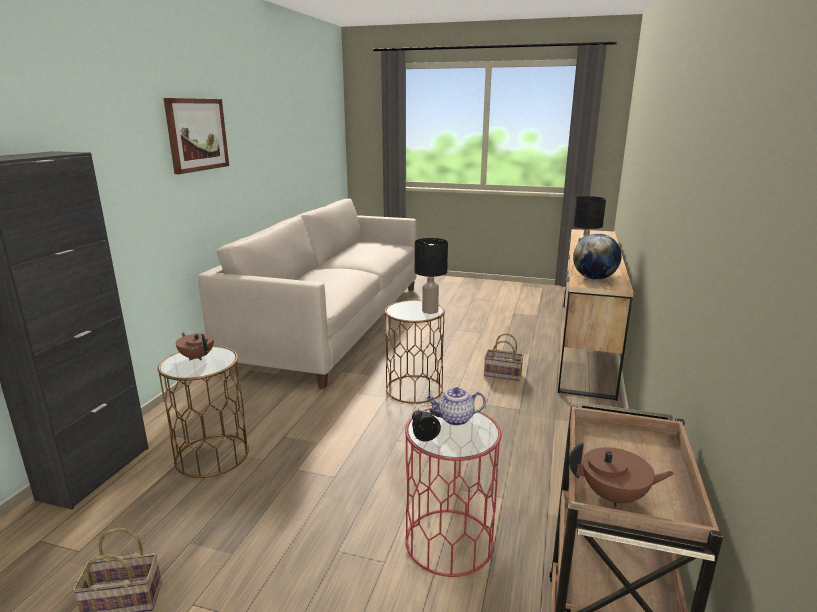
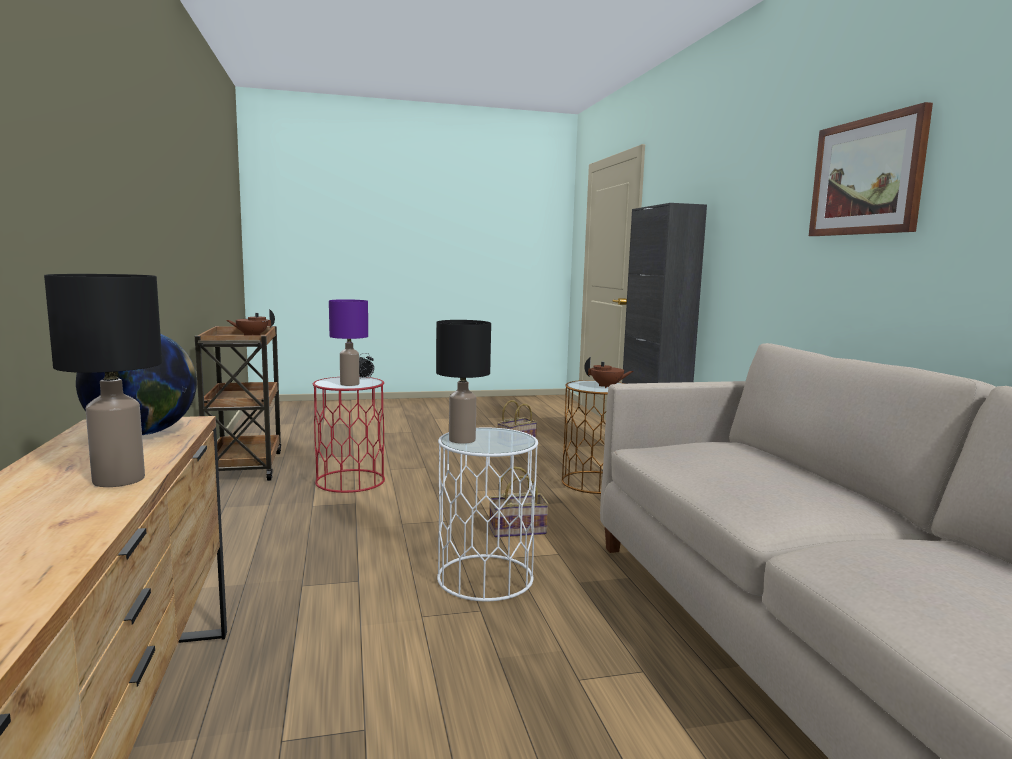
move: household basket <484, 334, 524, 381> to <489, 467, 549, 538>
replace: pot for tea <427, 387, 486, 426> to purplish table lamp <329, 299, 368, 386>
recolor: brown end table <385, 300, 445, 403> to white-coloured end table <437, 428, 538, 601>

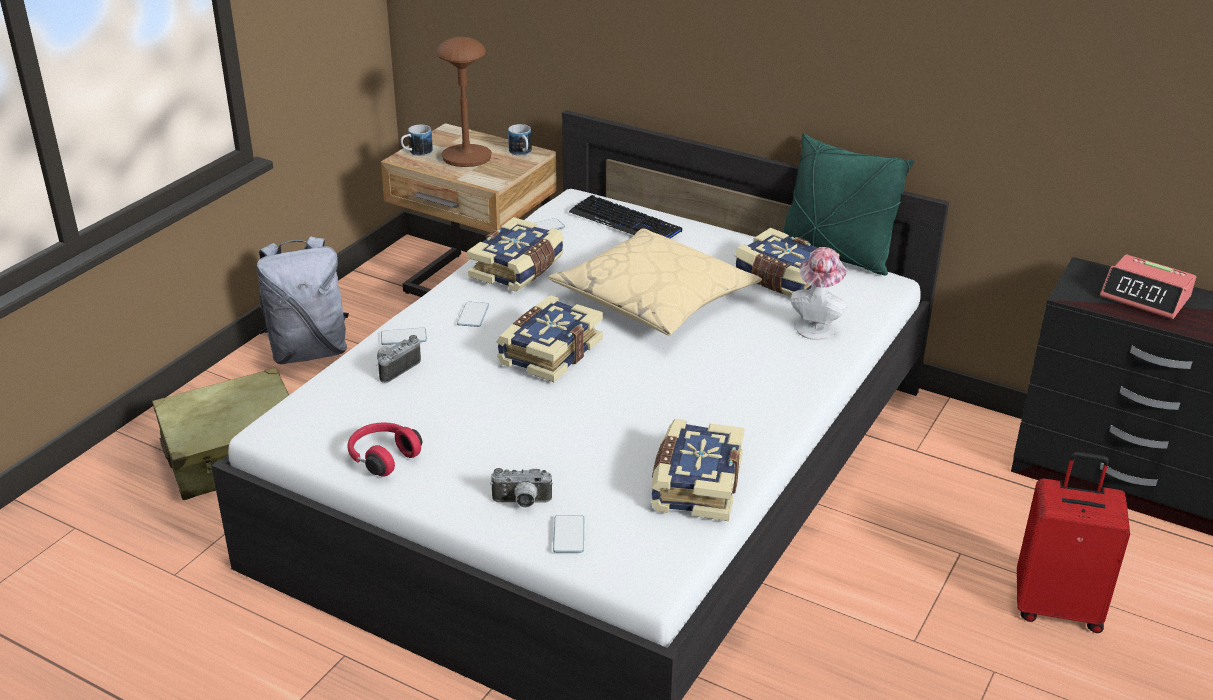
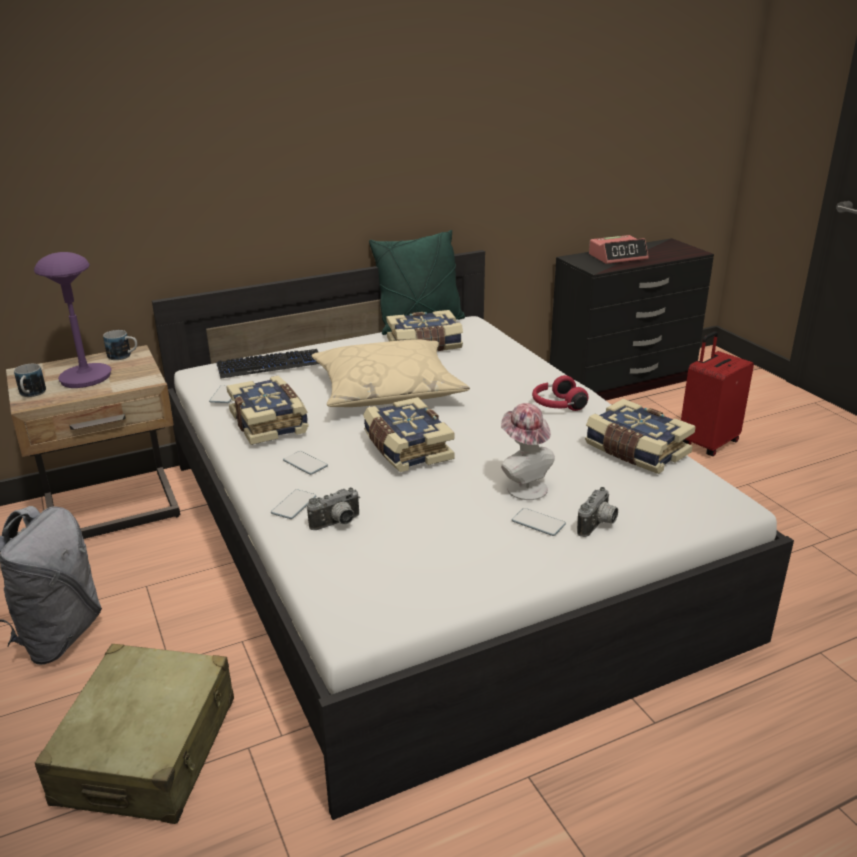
move: hat <791, 247, 847, 340> to <501, 403, 555, 500>; phone <553, 515, 584, 553> to <512, 508, 566, 536>; red-coloured pair of headphones <347, 422, 422, 477> to <532, 375, 589, 411>
recolor: brown table lamp <436, 37, 492, 167> to purplish table lamp <34, 252, 112, 388>
rotate: photo camera <377, 335, 421, 383> = <307, 487, 360, 530> 105 degrees counterclockwise

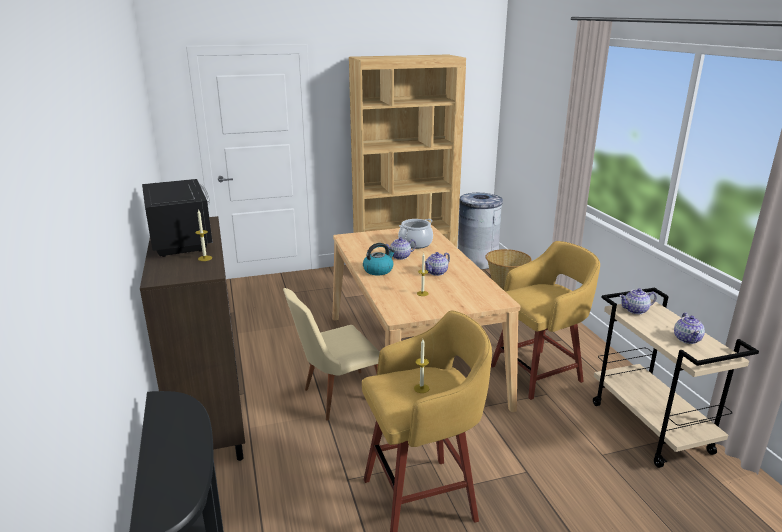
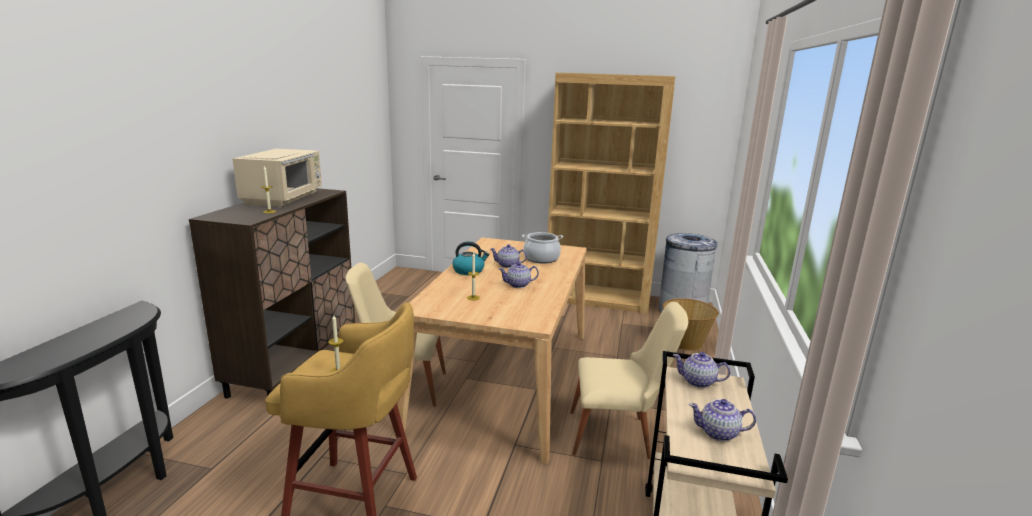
replace: yellow-coloured sitting stool <491, 241, 600, 400> to beige upright chair <570, 302, 688, 459>
recolor: black-coloured kitchen microwave <142, 179, 213, 257> to beige kitchen microwave <232, 149, 322, 208>
rotate: pot for tea <674, 313, 705, 344> = <689, 399, 756, 441> 60 degrees clockwise

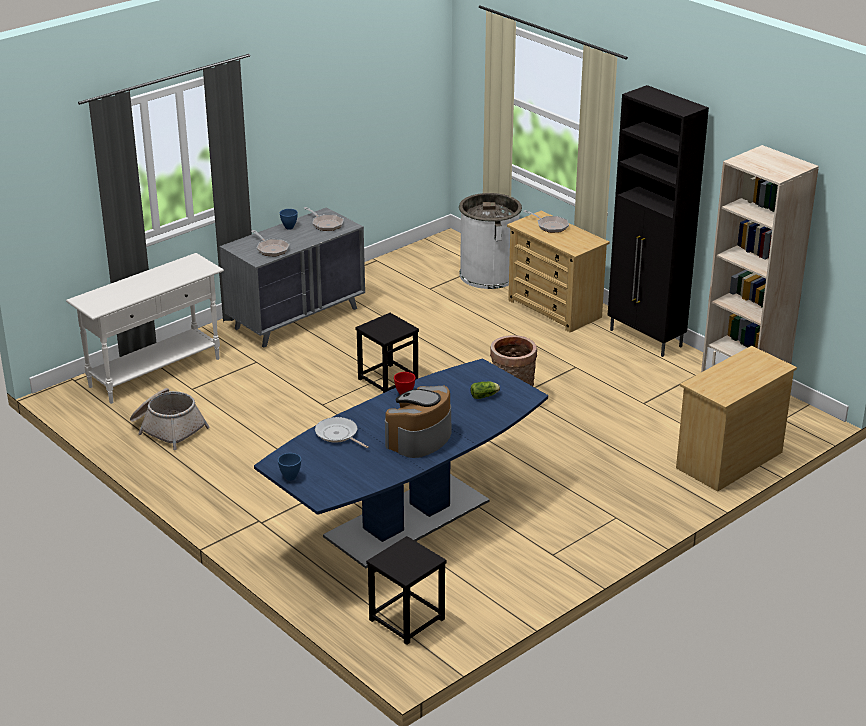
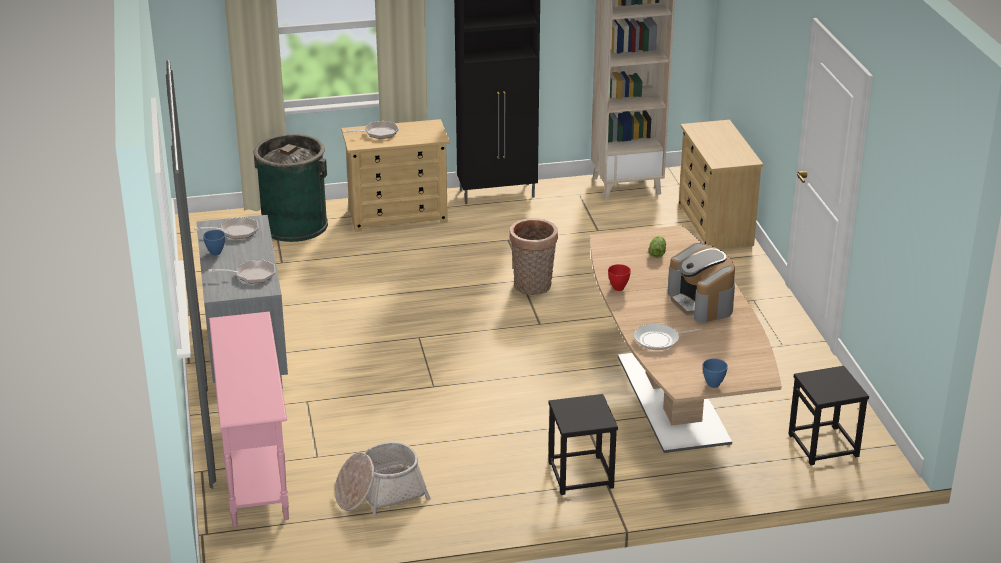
move: black-coloured sitting stool <356, 313, 419, 393> to <548, 394, 618, 495>
recolor: white-coloured console table <66, 253, 224, 404> to pinkish console table <209, 312, 289, 527>; white-coloured waste bin <459, 193, 522, 289> to greenish waste bin <254, 134, 328, 242>; blue kitchen table <254, 358, 548, 568> to brown kitchen table <590, 225, 781, 453>

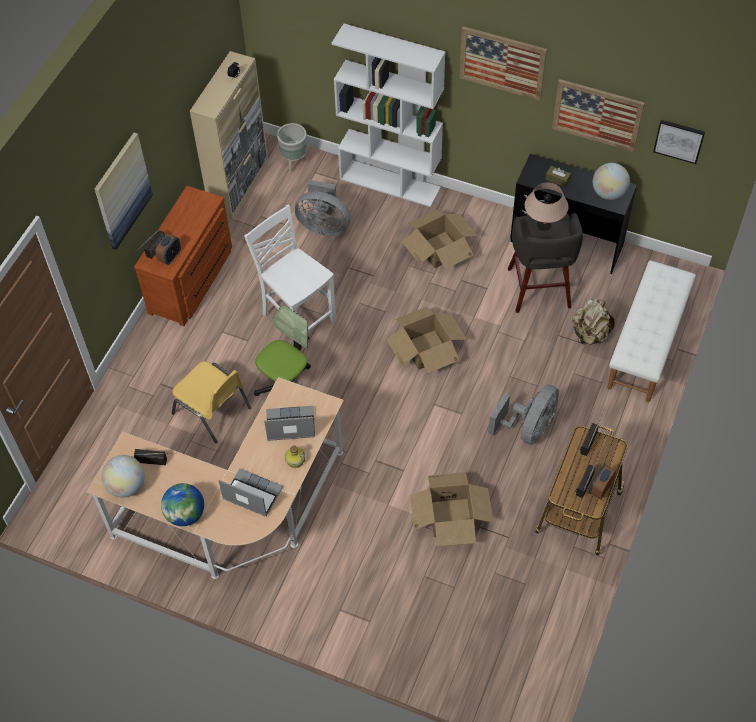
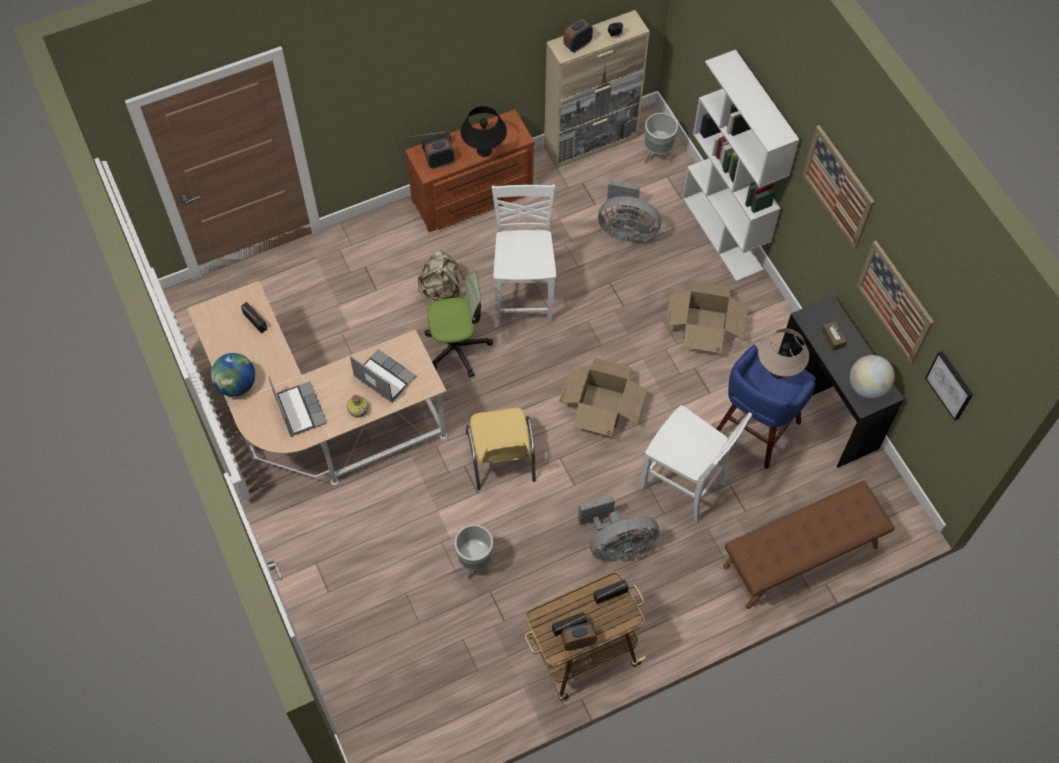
delete: wall picture <95, 133, 153, 250>; globe <102, 455, 145, 498>
insert: black-coloured table lamp <461, 106, 507, 157>; alarm clock <563, 19, 593, 52>; white-coloured upright chair <639, 405, 752, 522>
move: beige knapsack <572, 299, 615, 345> to <418, 251, 460, 301>; yellow-coloured upright chair <172, 361, 251, 443> to <466, 408, 536, 490>
replace: carton <410, 472, 494, 547> to gray plant pot <454, 525, 494, 580>
recolor: gray sitting stool <508, 213, 583, 313> to blue sitting stool <717, 344, 816, 469>; white-coloured long seat <607, 261, 696, 402> to brown long seat <723, 481, 895, 609>
rotate: gray fan <295, 180, 351, 236> = <598, 179, 661, 242> 45 degrees counterclockwise

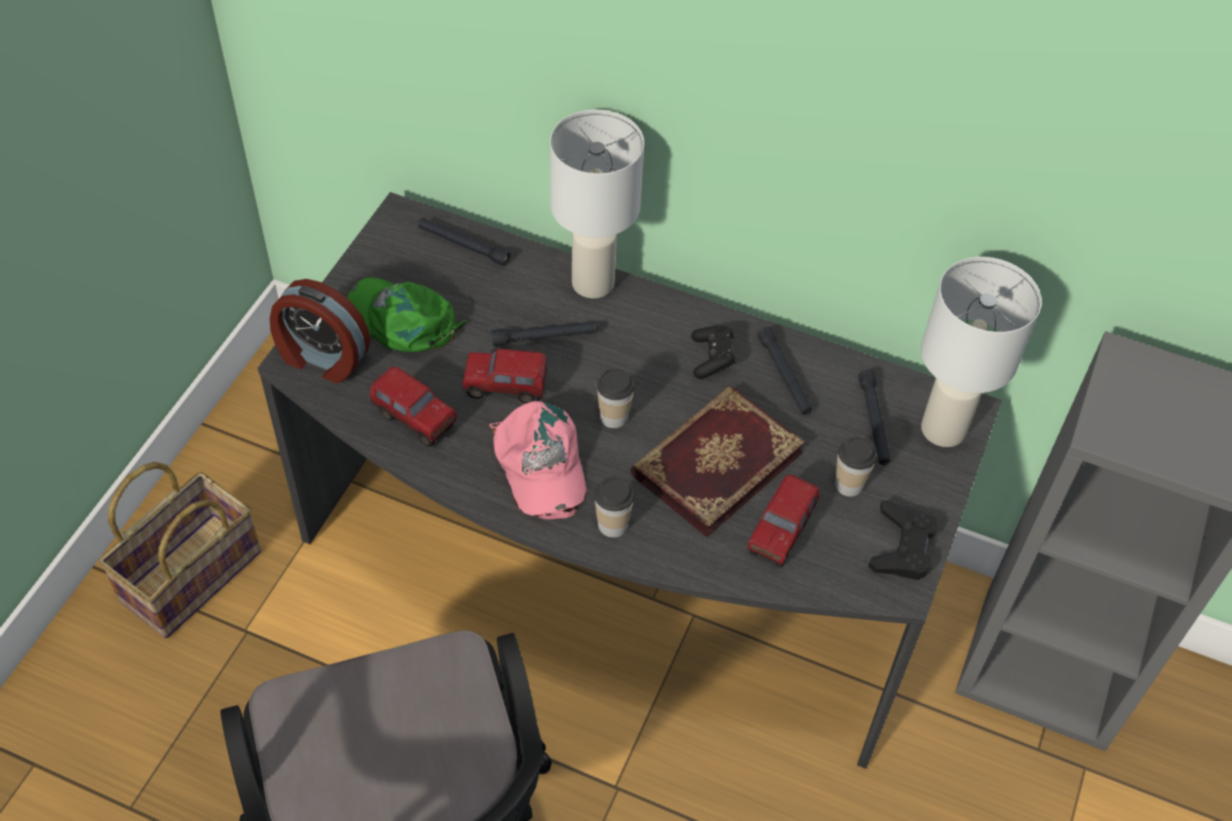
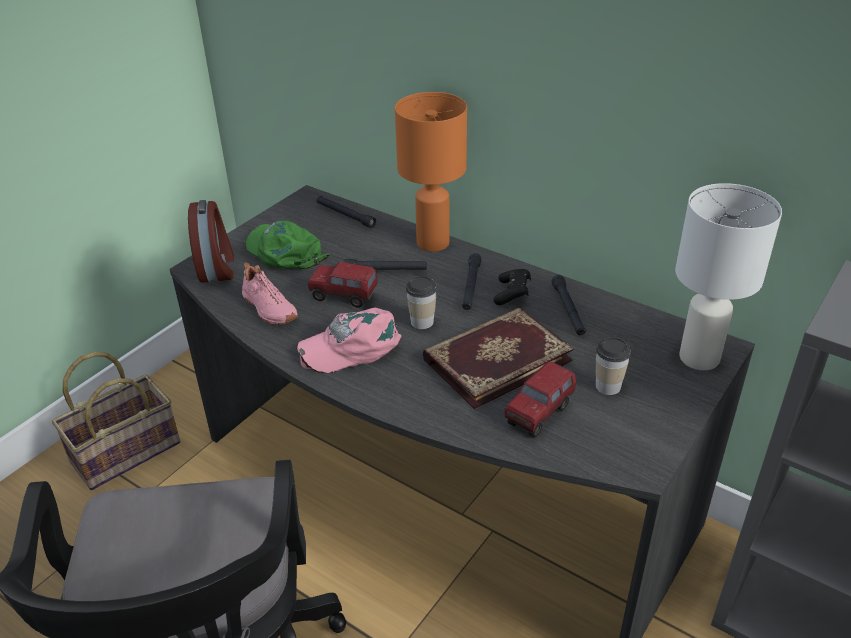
delete: small cup <594, 476, 634, 538>; black-coloured gamepad <868, 500, 939, 580>
move: black-coloured torch <858, 370, 891, 465> to <462, 253, 481, 310>
replace: model truck <370, 366, 456, 447> to pinkish low shoe <242, 262, 298, 325>
recolor: white-coloured table lamp <550, 109, 644, 299> to orangey table lamp <395, 92, 467, 252>
rotate: alarm clock <270, 279, 370, 383> = <188, 200, 234, 283> 135 degrees counterclockwise; pinkish cap <489, 401, 587, 519> = <296, 308, 402, 373> 75 degrees clockwise

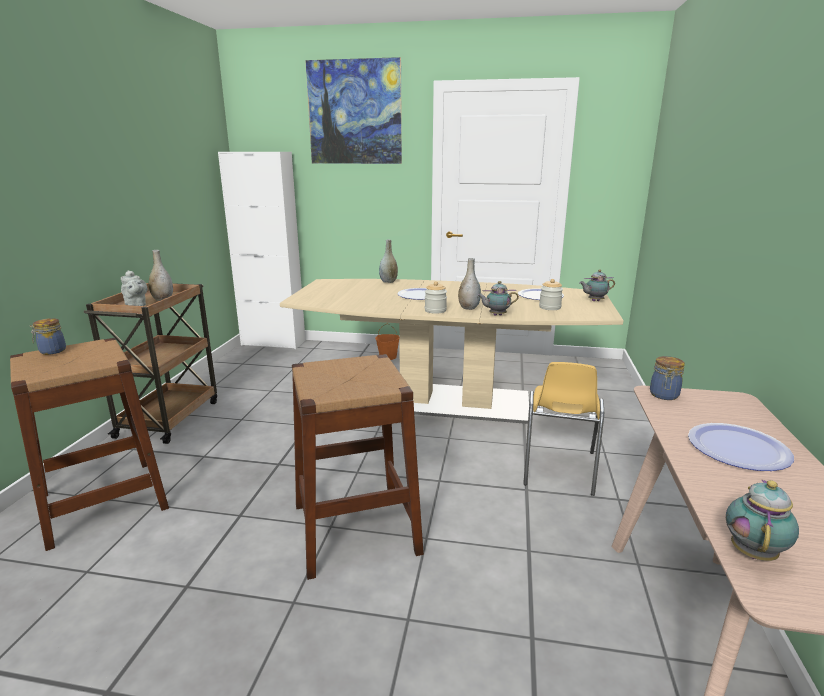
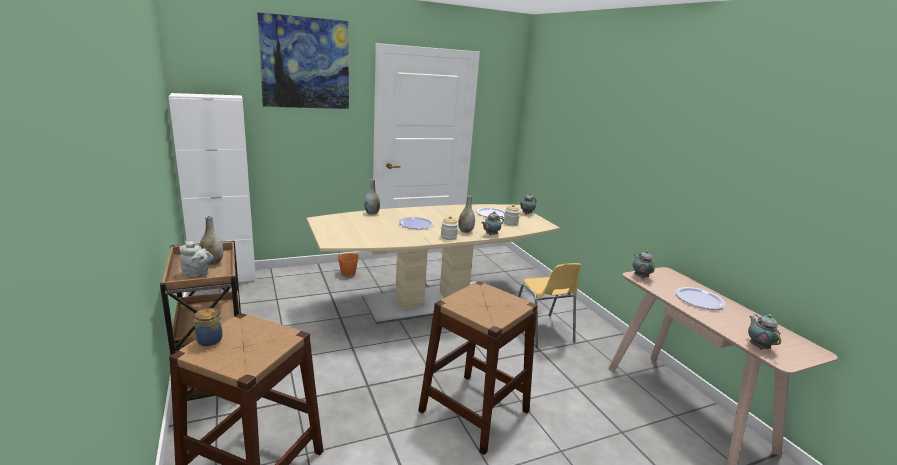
replace: jar <650, 356, 685, 400> to pot for tea <633, 251, 655, 279>

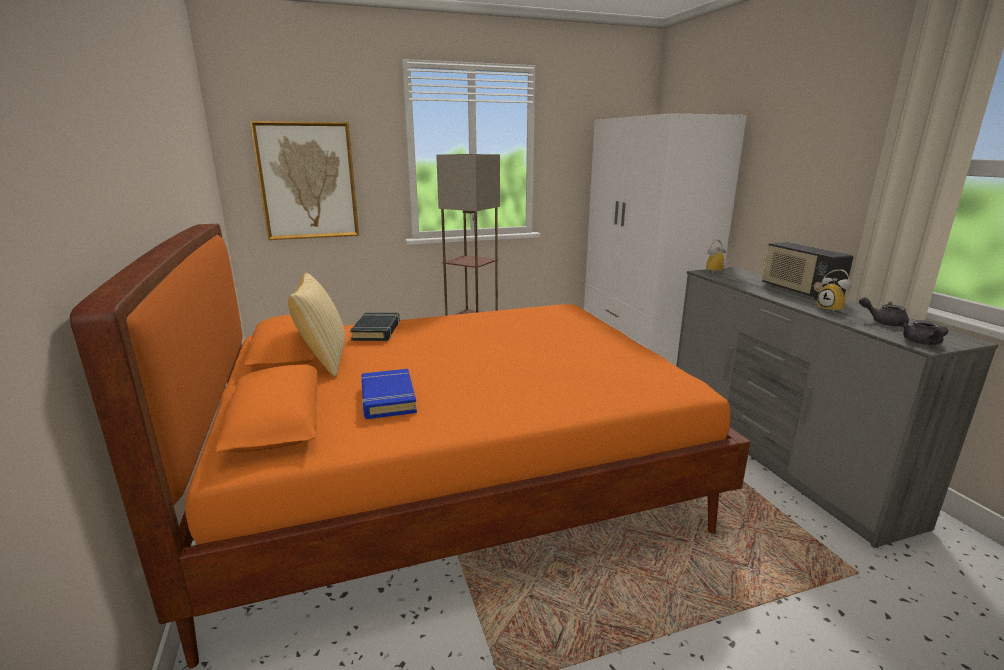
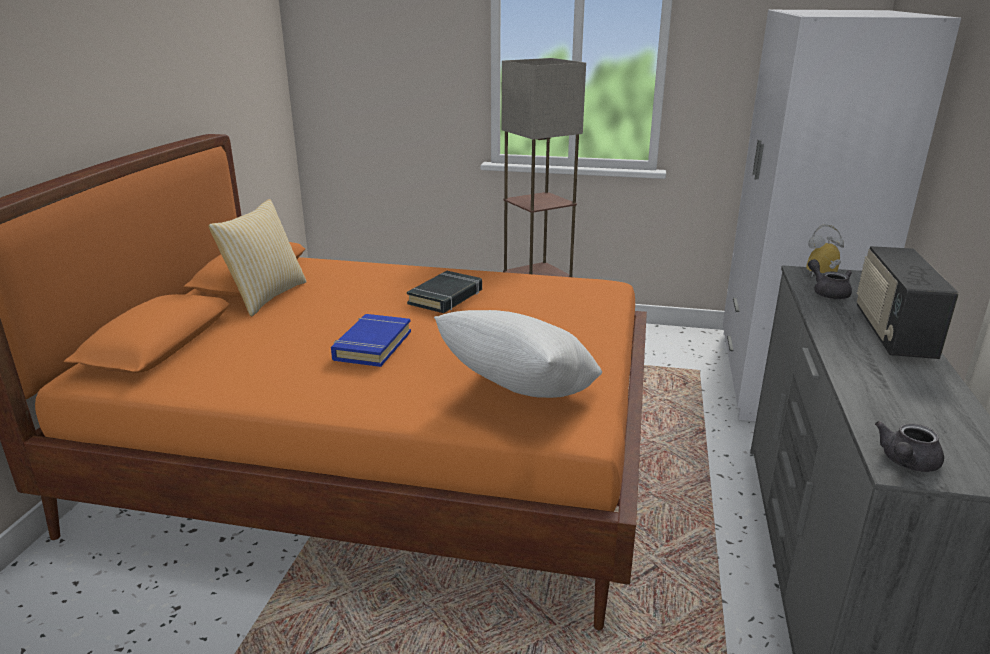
delete: wall picture <250, 121, 359, 240>; alarm clock <816, 269, 851, 313>
insert: white-coloured throw pillow <434, 310, 602, 398>
move: blue volume <361, 369, 417, 419> to <331, 314, 411, 367>; black-coloured volume <350, 313, 400, 341> to <407, 271, 482, 313>; gray pot for tea <859, 297, 909, 327> to <808, 259, 852, 299>

